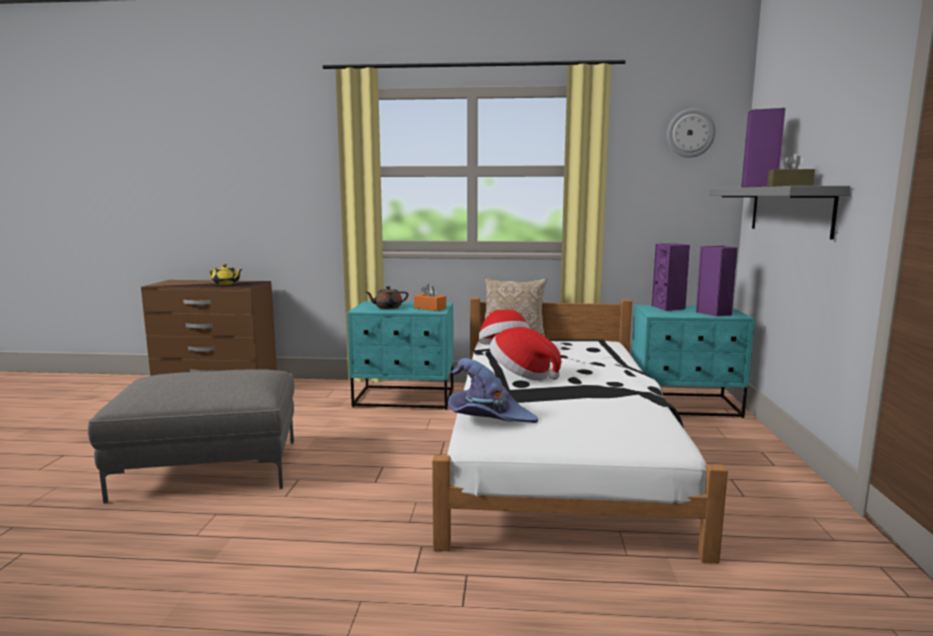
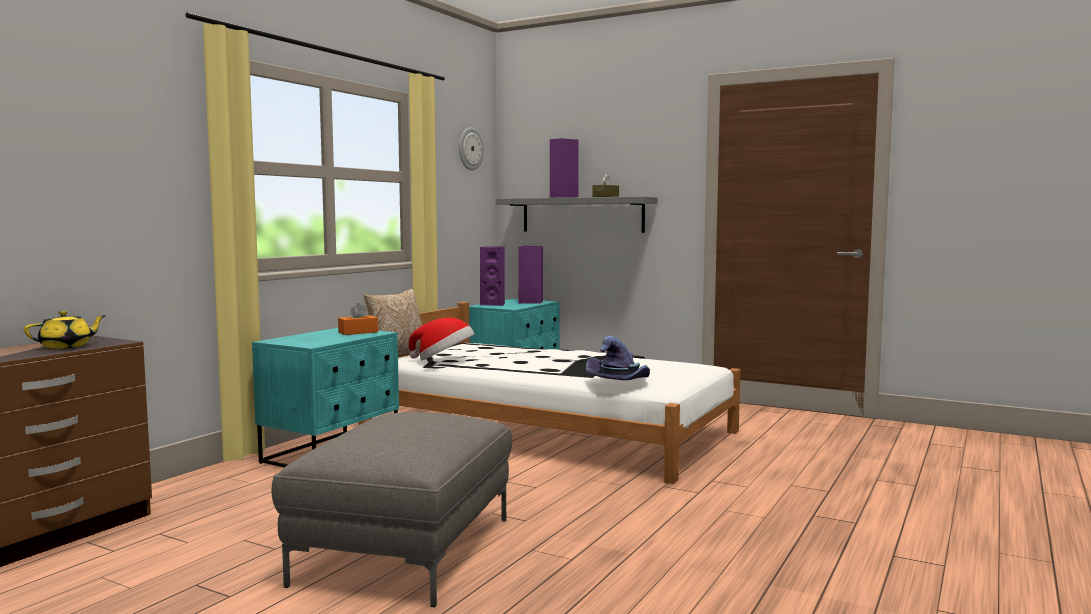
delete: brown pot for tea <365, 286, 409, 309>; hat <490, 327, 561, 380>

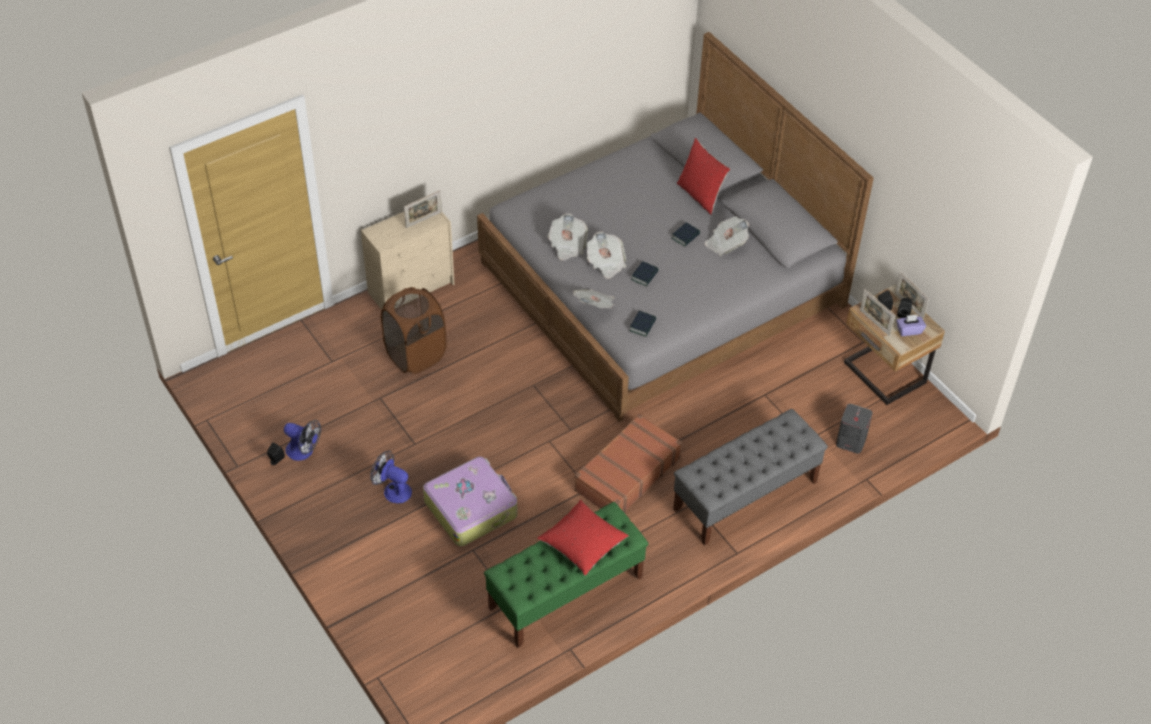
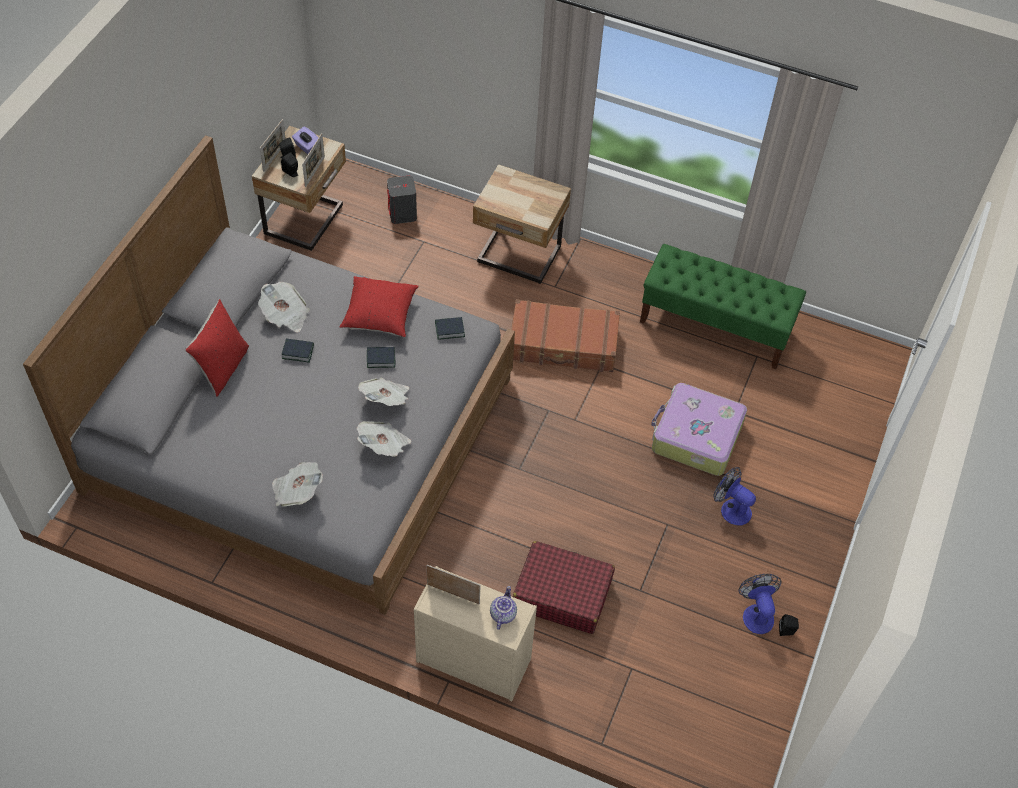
insert: pot for tea <490, 586, 517, 630>
move: daily paper <573, 289, 615, 308> to <272, 462, 323, 506>; red-coloured throw pillow <537, 500, 629, 575> to <339, 276, 418, 337>
replace: gray long seat <673, 409, 828, 546> to beige bedside table <473, 164, 571, 284>; brown laundry basket <381, 287, 447, 374> to red-coloured suitcase <513, 541, 615, 634>
rotate: fan <370, 451, 412, 503> = <713, 467, 756, 526> 135 degrees clockwise

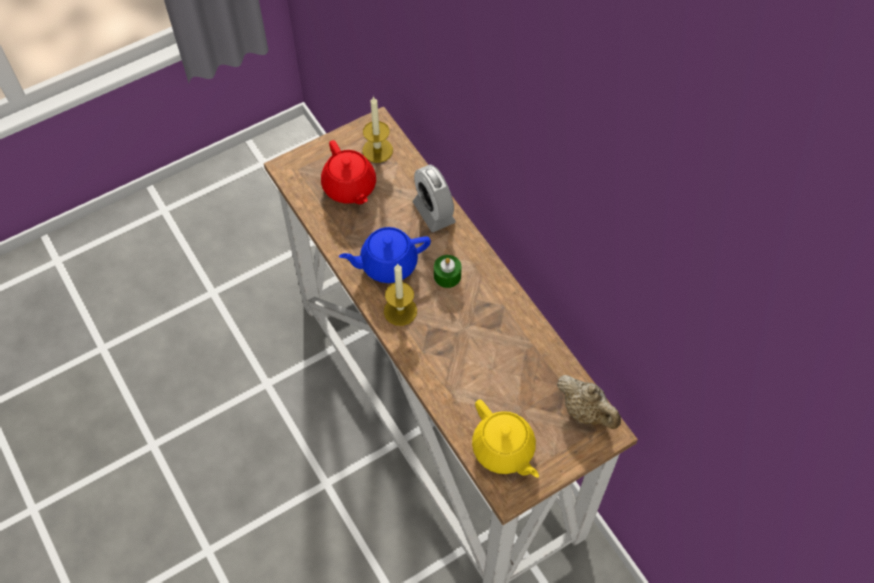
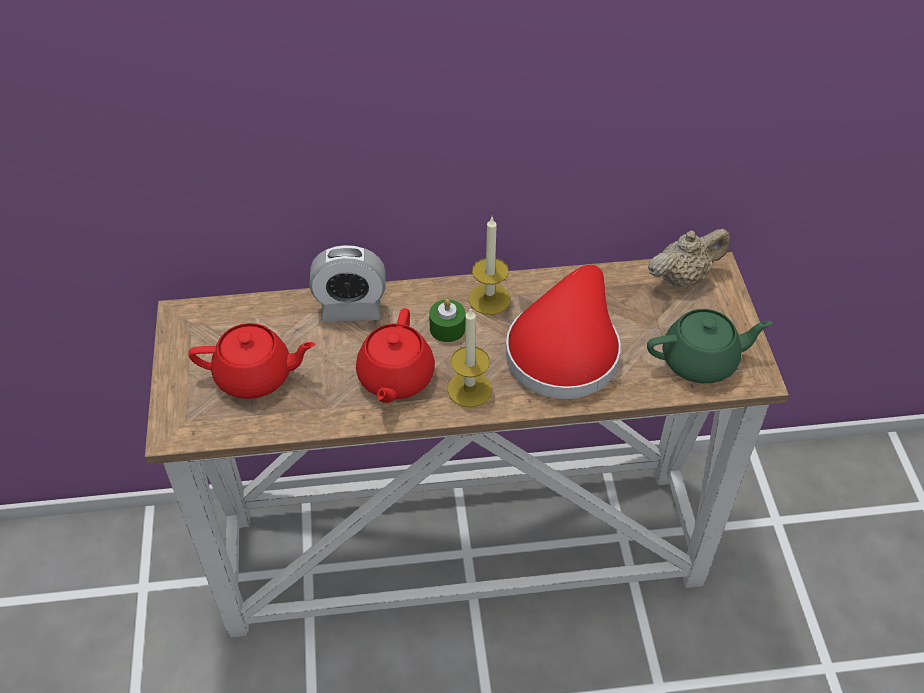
insert: red-coloured hat <506, 265, 621, 399>
move: wax candle <362, 96, 393, 163> to <469, 217, 510, 315>
recolor: blue pot for tea <339, 227, 431, 283> to red-coloured pot for tea <356, 308, 435, 403>; yellow-coloured pot for tea <472, 399, 539, 478> to greenish pot for tea <647, 309, 773, 383>

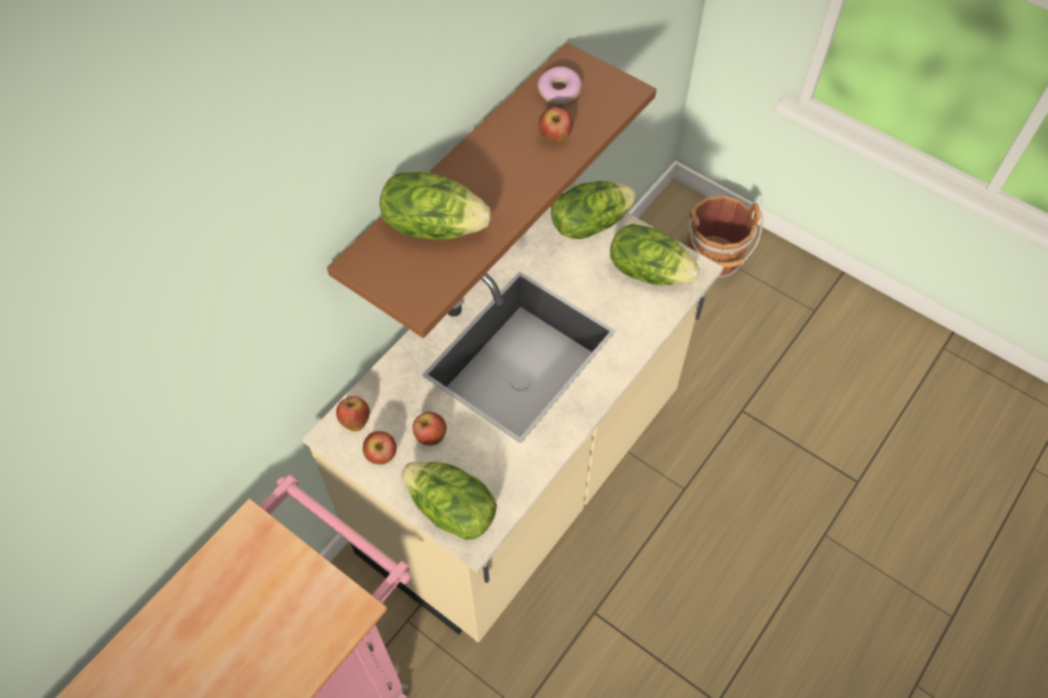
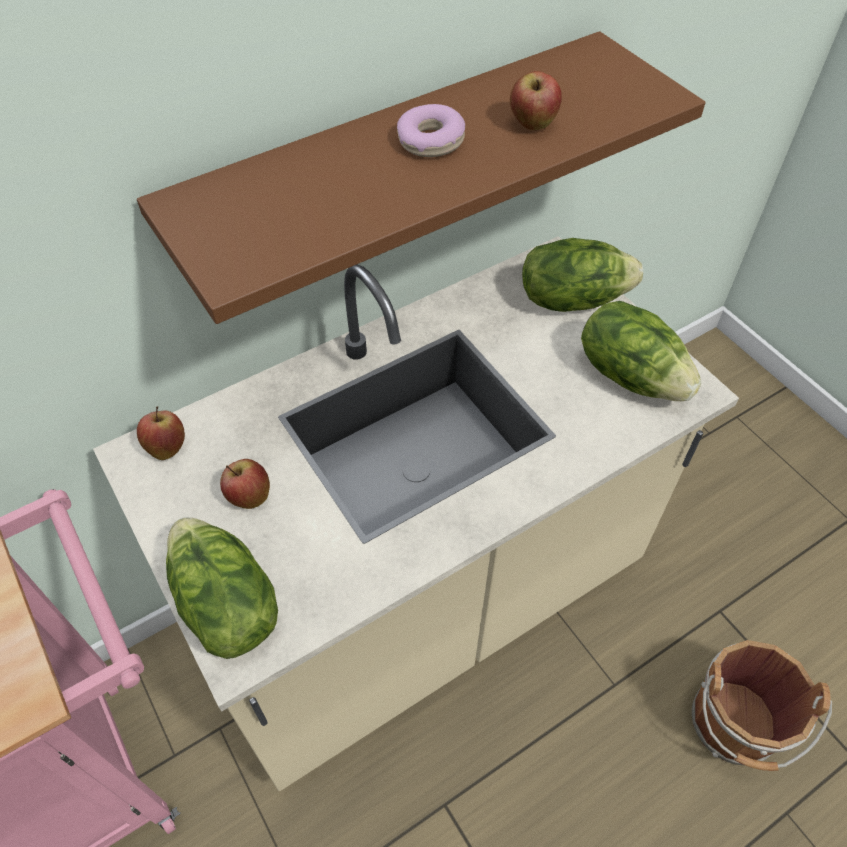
delete: apple fruit <363, 431, 397, 465>; lettuce head <380, 172, 491, 240>
move: donut <537, 66, 582, 104> to <397, 104, 465, 157>; brown water bucket <687, 195, 763, 280> to <692, 640, 832, 771>

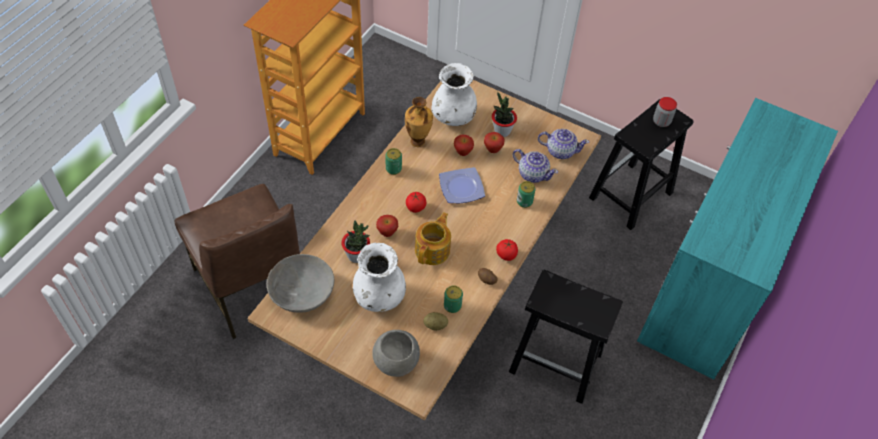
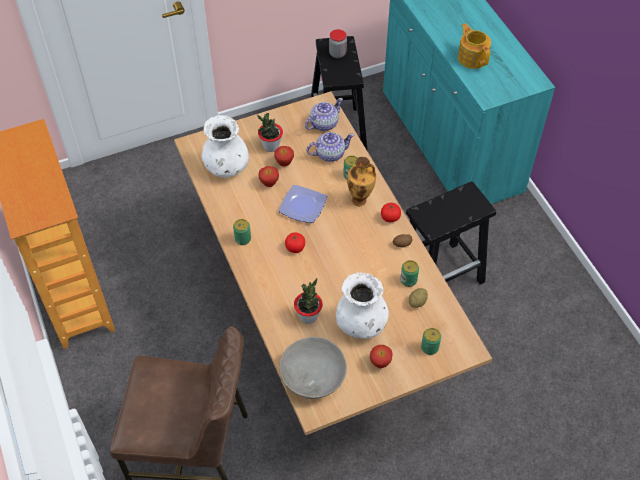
move: decorative vase <405, 97, 433, 147> to <347, 157, 376, 206>; apple fruit <376, 215, 398, 237> to <370, 345, 393, 368>; pot for tea <415, 213, 451, 265> to <458, 23, 491, 69>
replace: gray bowl <372, 330, 420, 377> to metal can <421, 328, 441, 355>

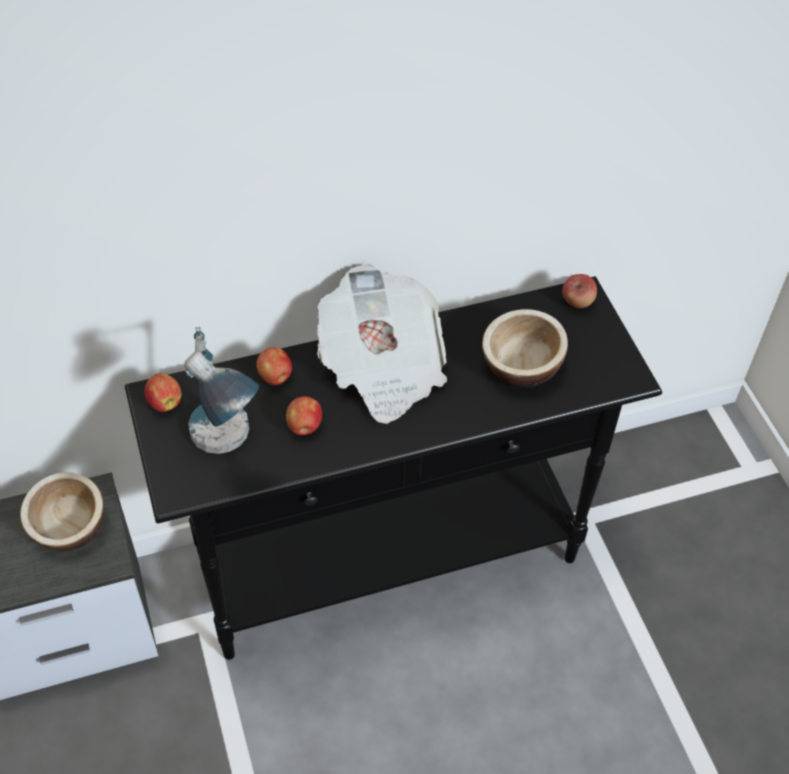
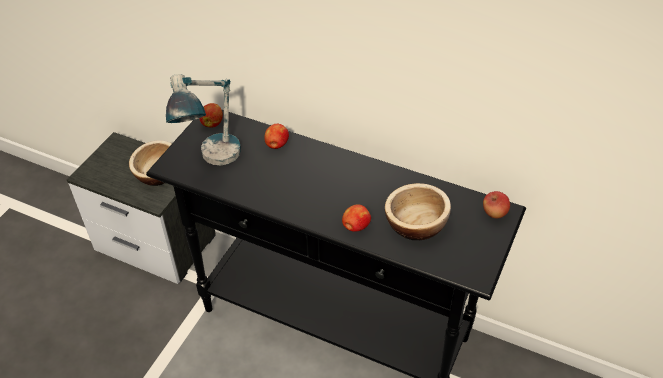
delete: daily paper <317, 264, 447, 424>
move: apple fruit <286, 396, 322, 436> to <342, 204, 371, 232>

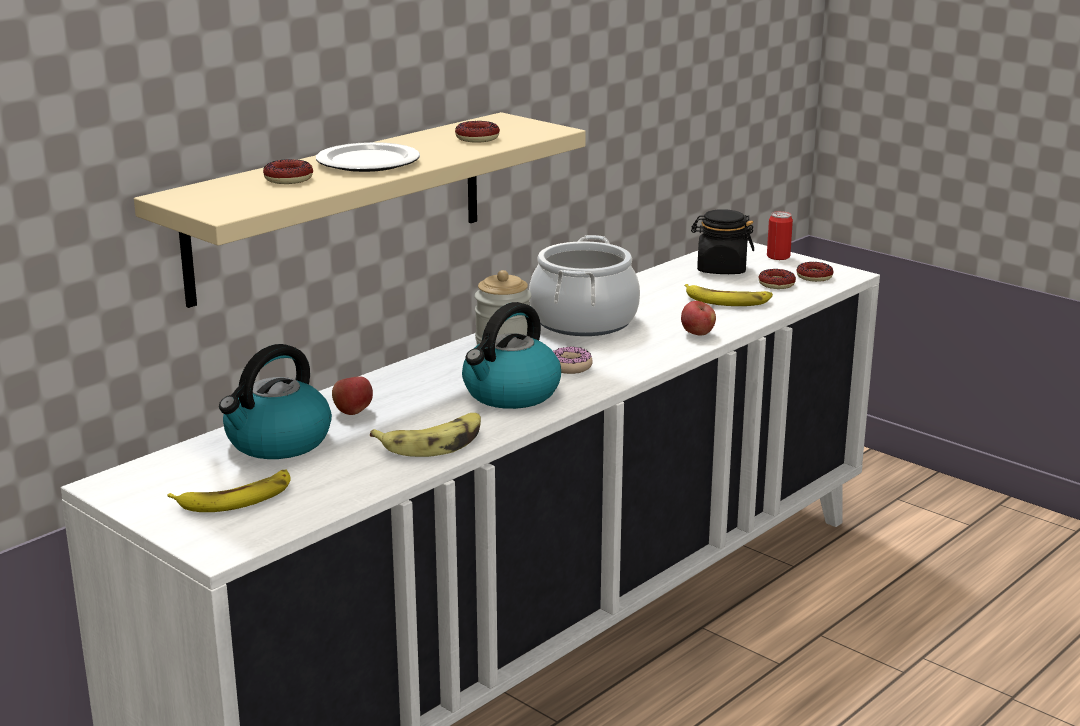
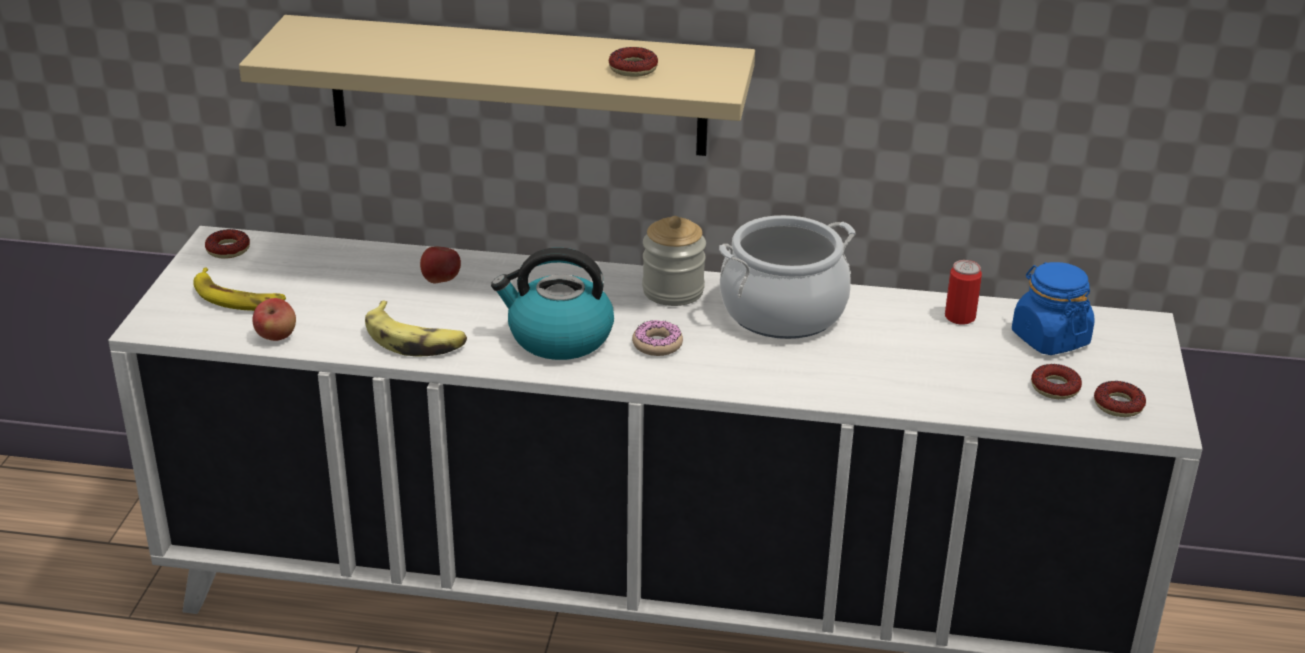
delete: tea kettle <219, 344, 332, 459>; flat dish <316, 142, 420, 172>; banana <685, 284, 773, 306>
move: donut <263, 159, 313, 184> to <205, 229, 250, 259>; apple fruit <681, 301, 716, 336> to <252, 298, 296, 341>; metal can <767, 211, 793, 260> to <945, 260, 982, 325>
recolor: black-coloured jar <691, 209, 754, 274> to blue jar <1012, 262, 1094, 355>

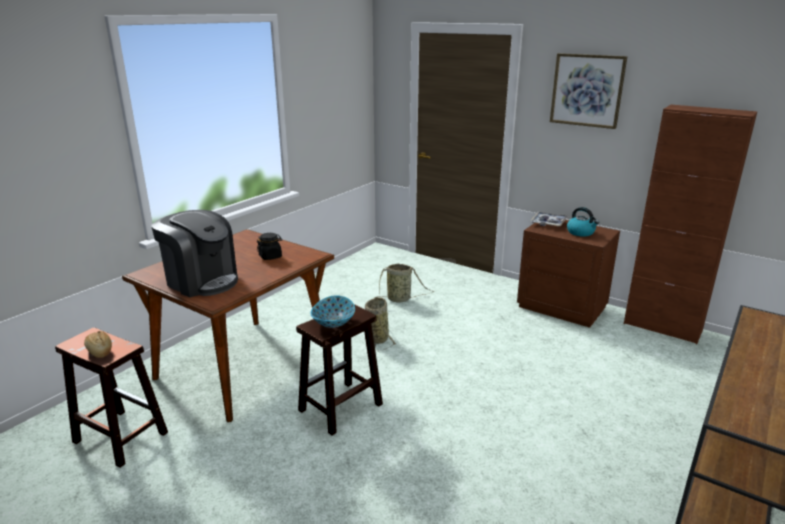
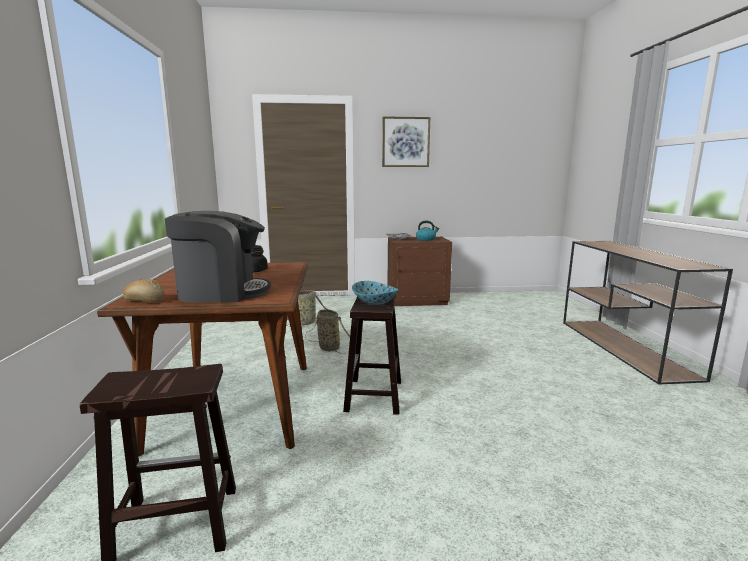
delete: brown cupboard <624, 104, 757, 344>
move: bakery bread <84, 331, 112, 358> to <123, 279, 165, 303>

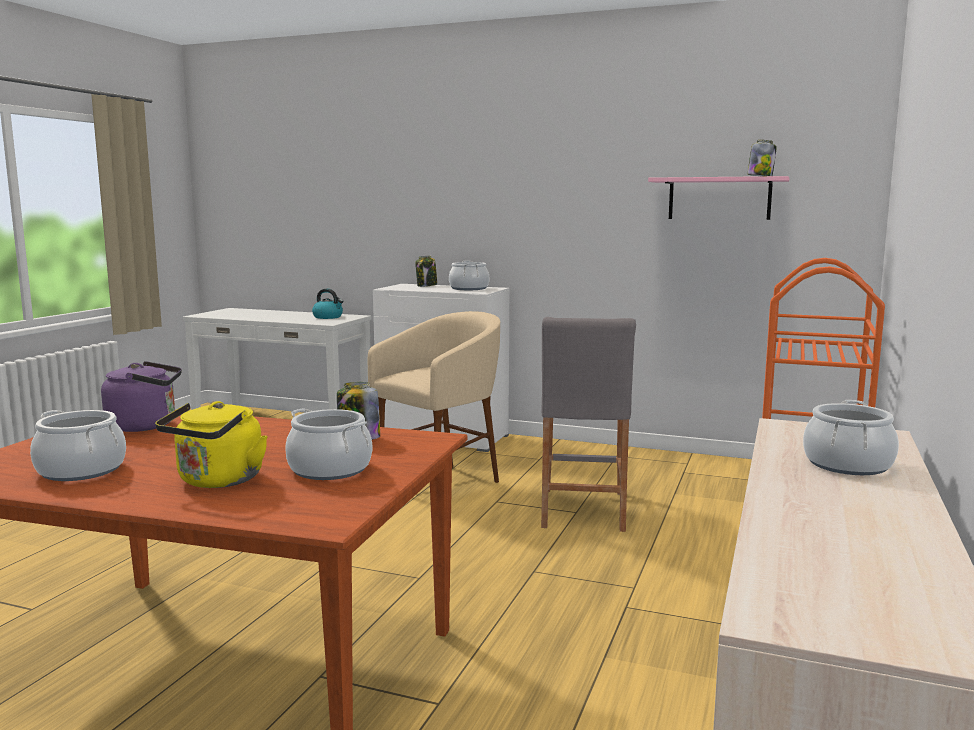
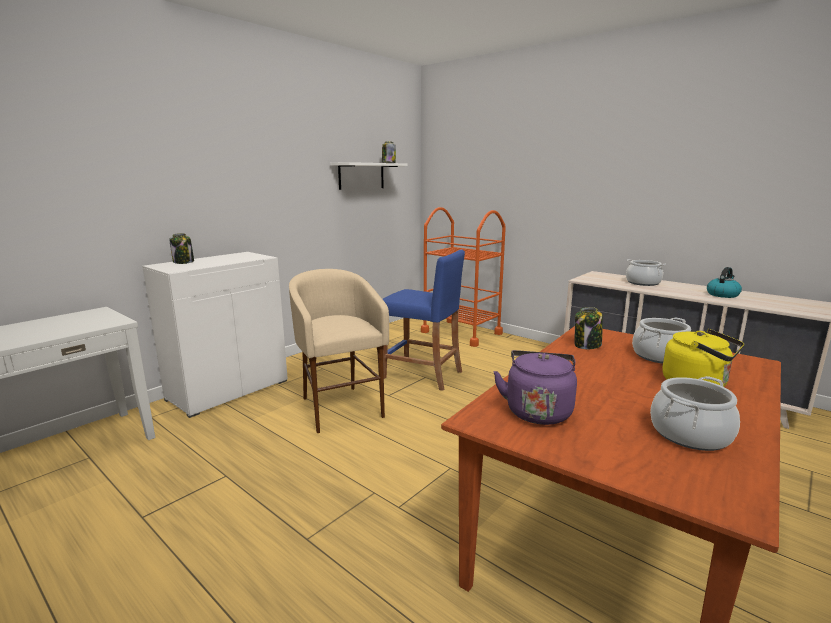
delete: cooking pot <449, 261, 490, 290>
move: tea kettle <312, 289, 343, 319> to <707, 267, 742, 298>
recolor: pinkish shelf <648, 176, 789, 220> to white-coloured shelf <330, 162, 408, 190>; gray sitting stool <541, 317, 636, 532> to blue sitting stool <383, 250, 465, 391>

